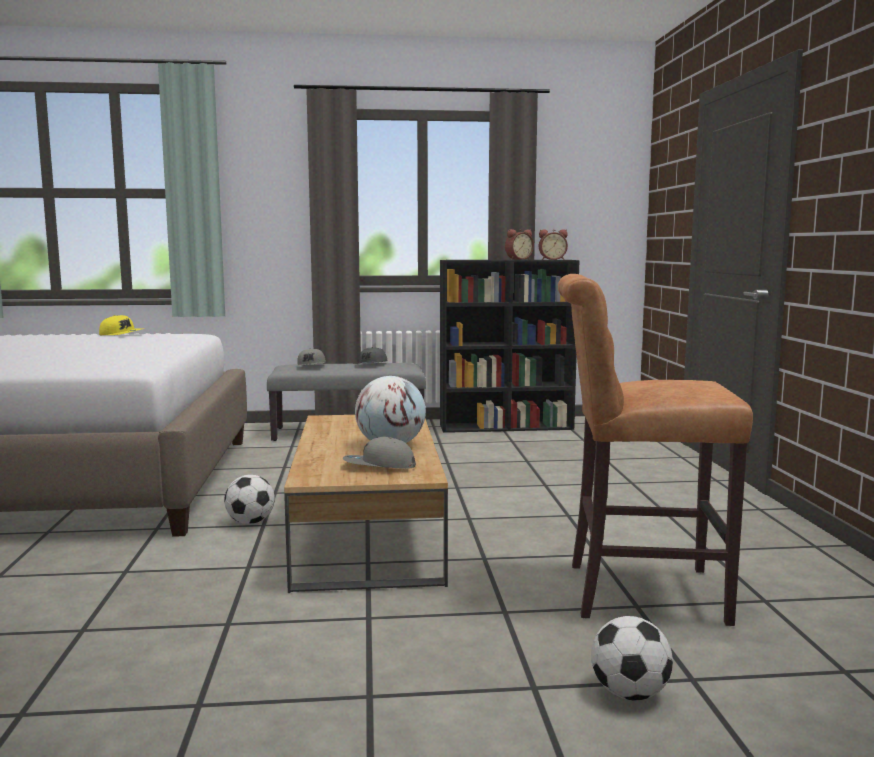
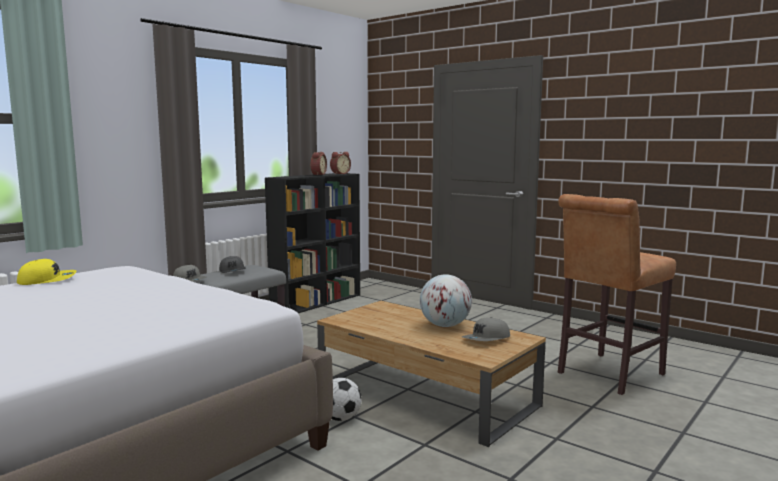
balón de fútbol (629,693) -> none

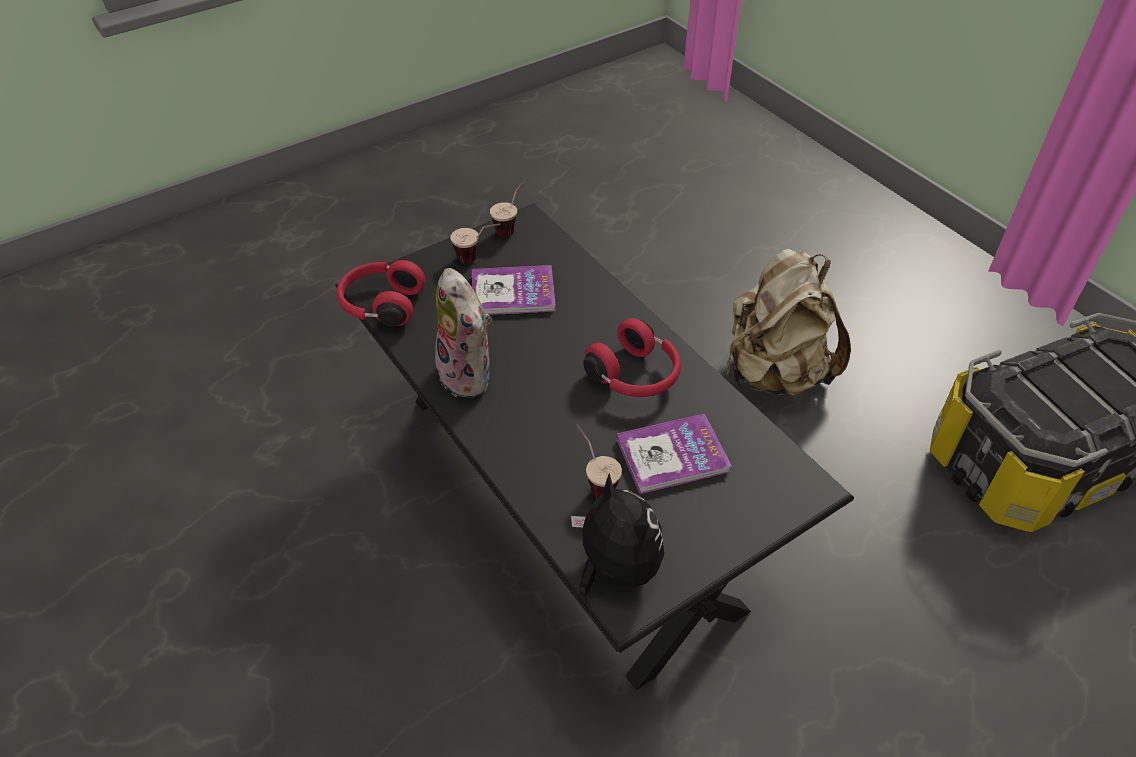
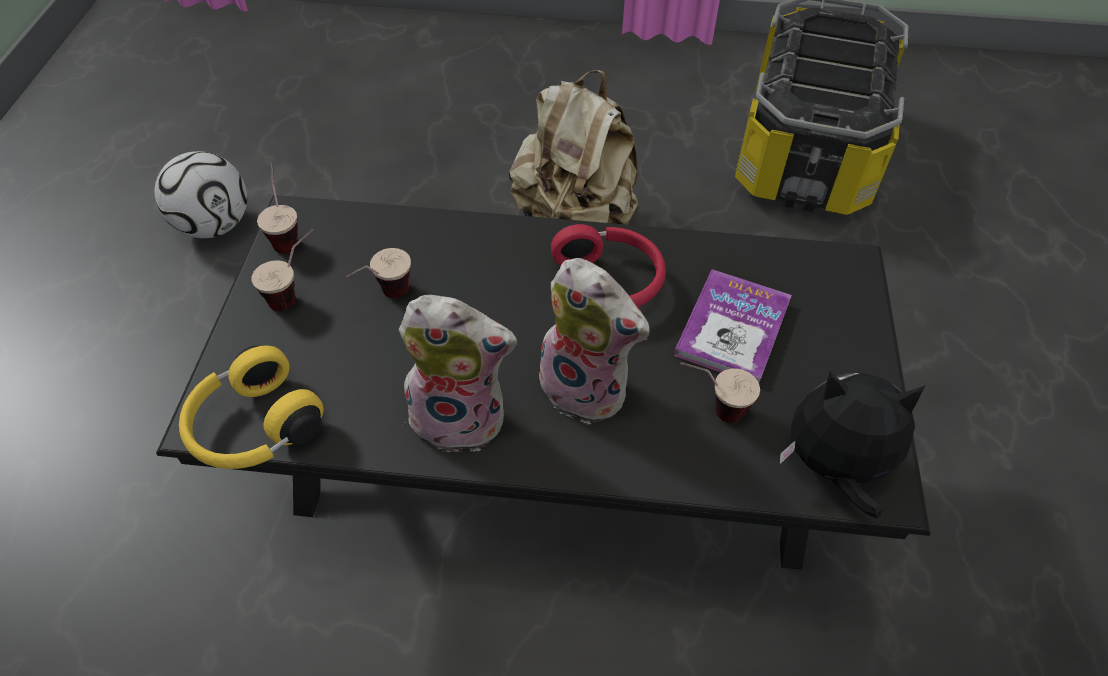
none -> balón de fútbol (214,225)
none -> peluche (588,388)
libro (513,292) -> taza (384,299)
auriculares (rojo) (381,305) -> auriculares (amarillo) (254,428)

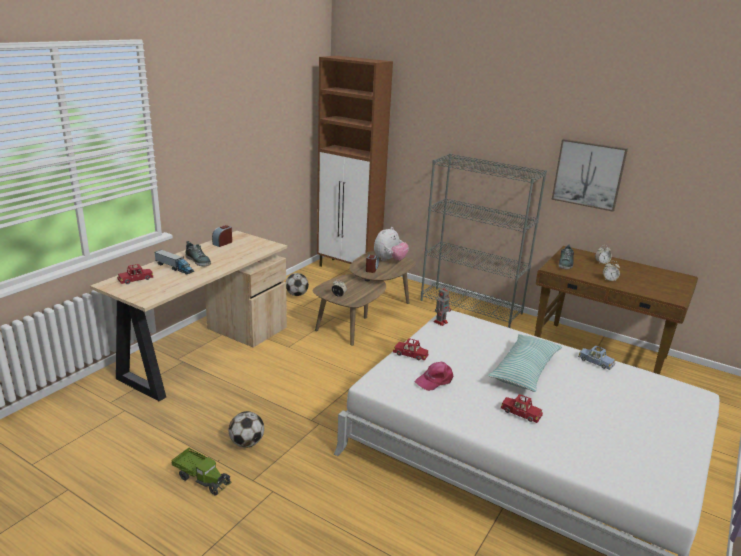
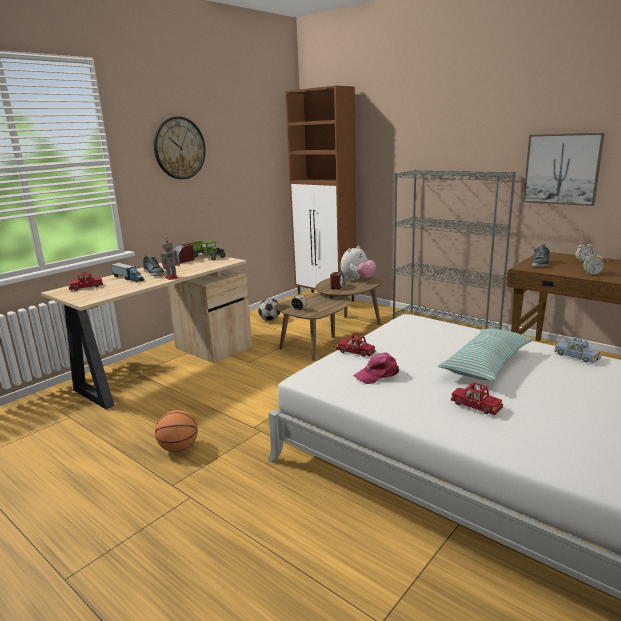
none -> reloj de pared (179,148)
camión de juguete (202,479) -> camión de juguete (207,256), shifted
robot de juguete (441,322) -> robot de juguete (172,277), shifted
balón de fútbol (247,443) -> balón de baloncesto (179,448)

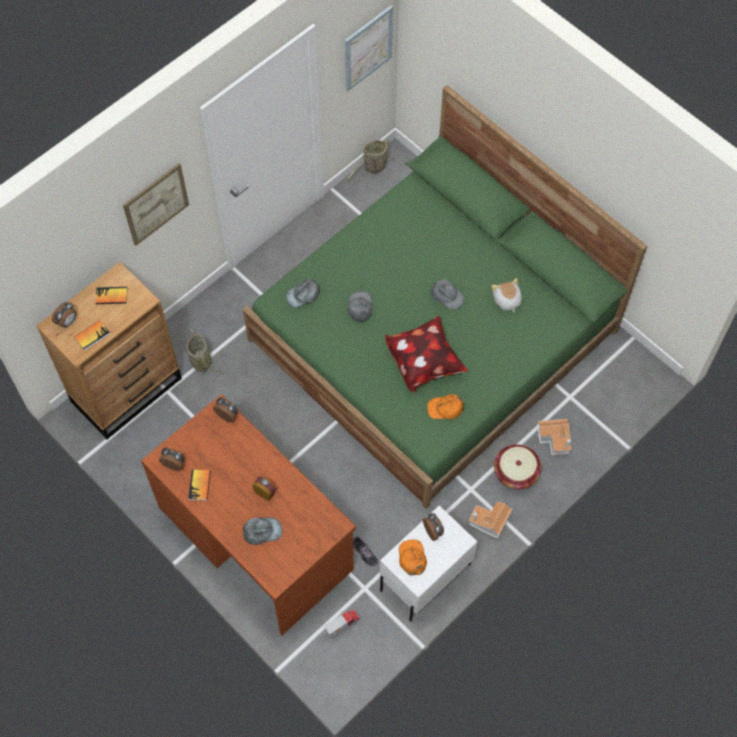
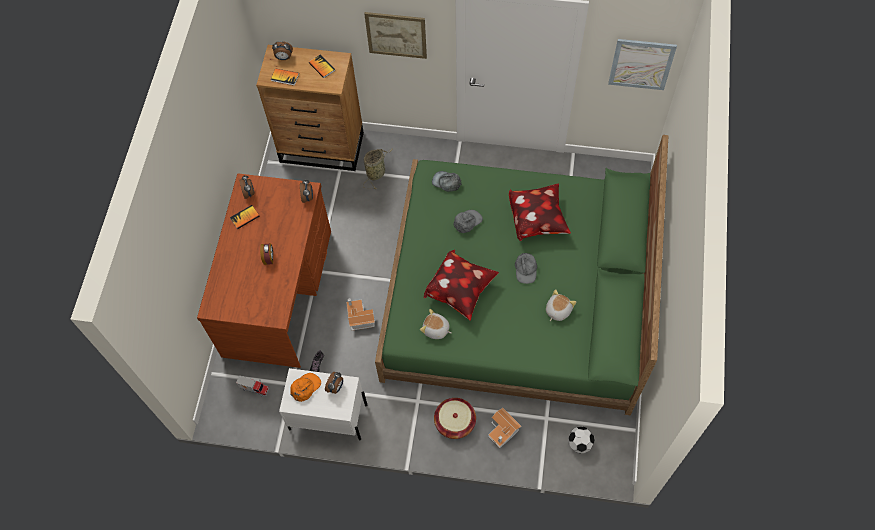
gorra (gris) (262,531) -> none
cesta (374,168) -> none
none -> cojín (537,219)
none -> balón de fútbol (579,443)
casita (489,522) -> casita (359,318), shifted
gorra (naranja) (445,408) -> peluche (436,329)

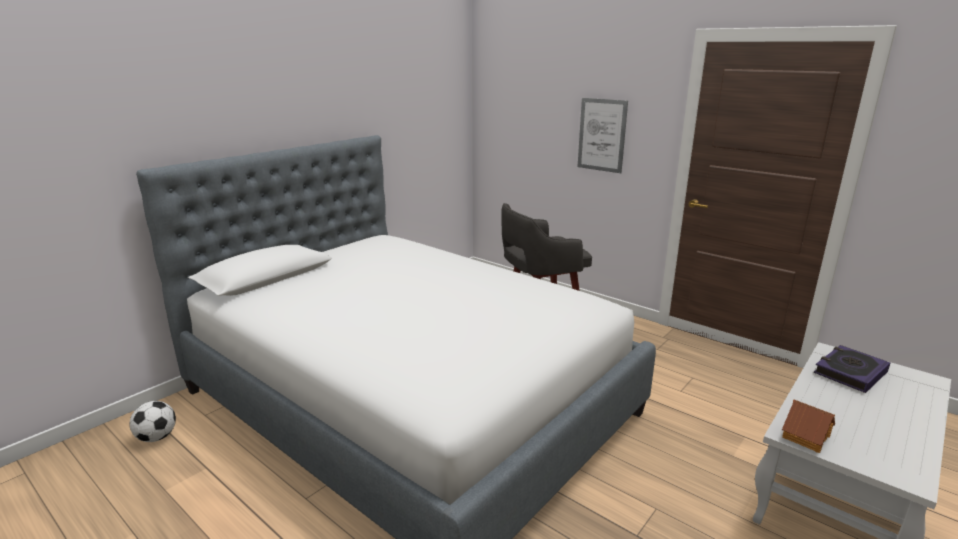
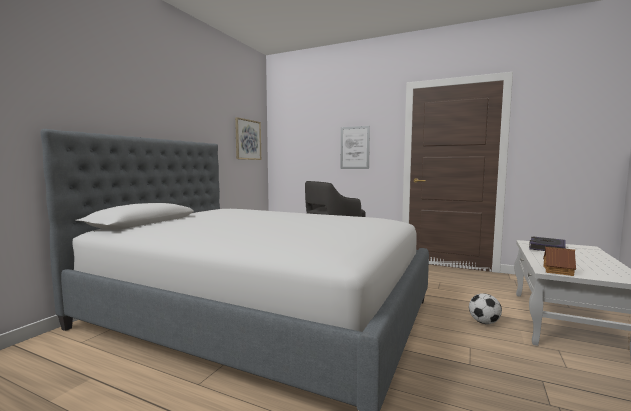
none -> cuadro (248,139)
balón de fútbol (157,437) -> balón de fútbol (484,322), shifted

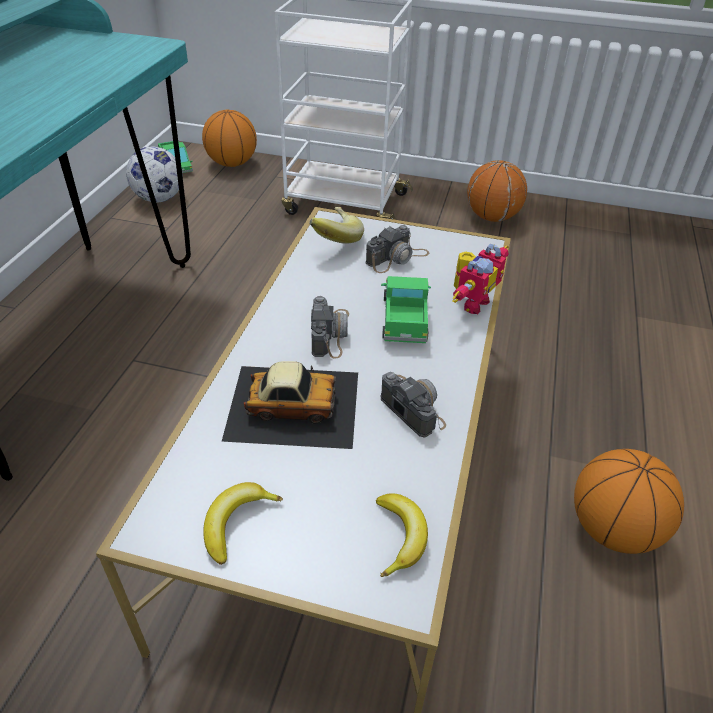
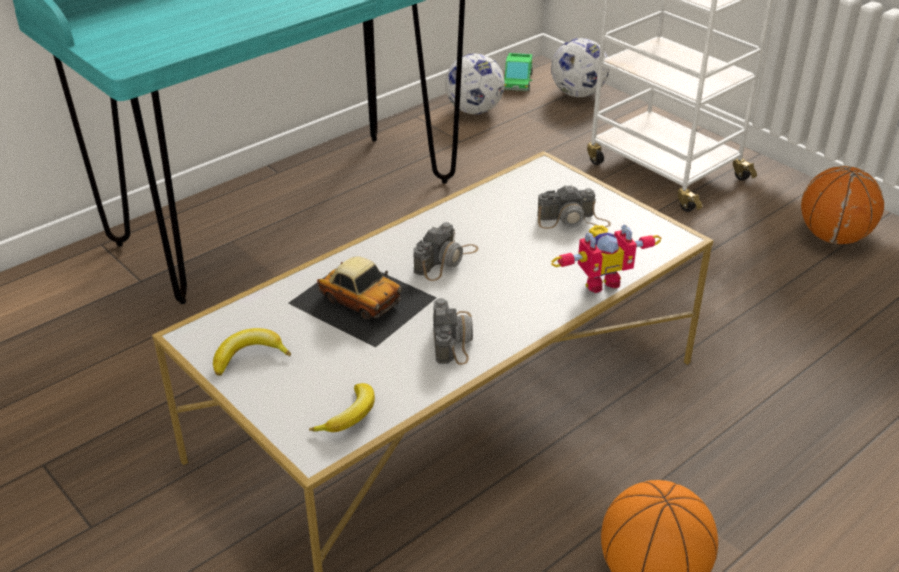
plátano (333,239) -> none
camión de juguete (404,318) -> none
balón de baloncesto (232,163) -> balón de fútbol (577,94)

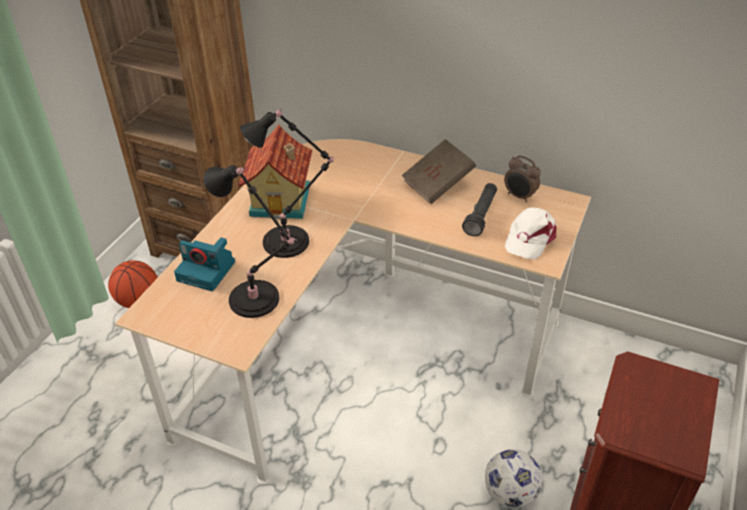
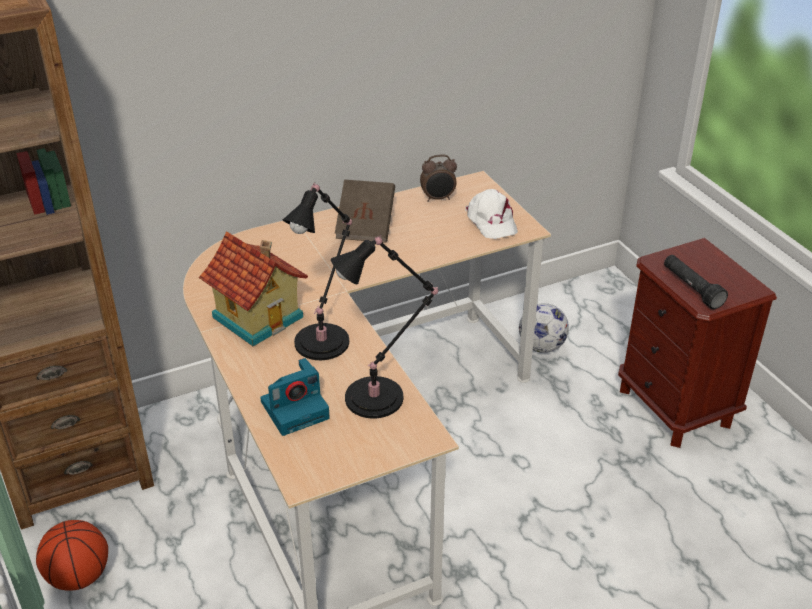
linterna (negro) (481,215) -> linterna (negro) (691,288), shifted
balón de fútbol (510,493) -> balón de fútbol (541,347), shifted

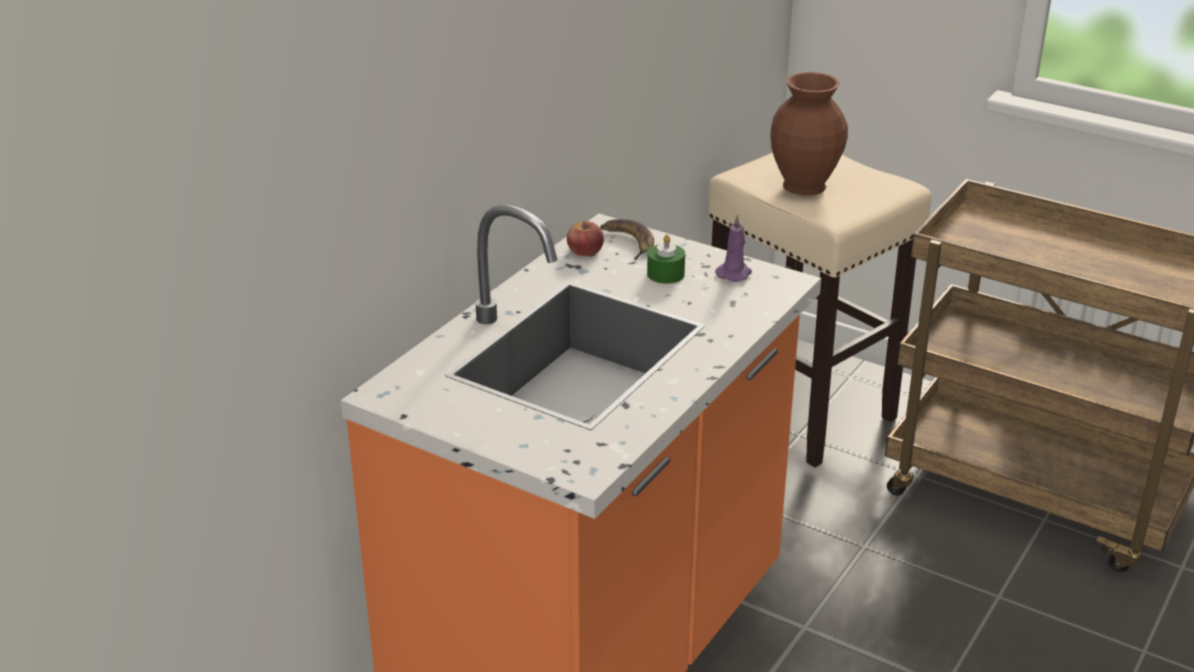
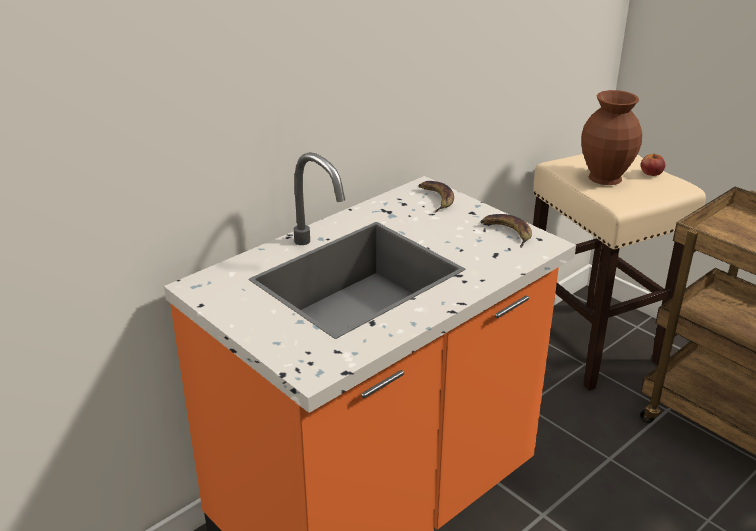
vela (verde) (665,274) -> none
manzana (585,250) -> manzana (651,172), shifted
vela (morado) (734,273) -> plátano (507,232)

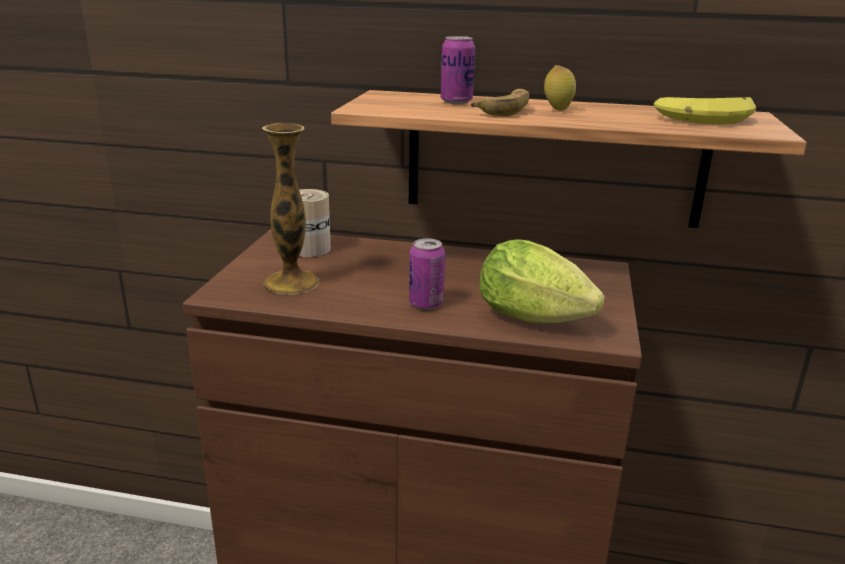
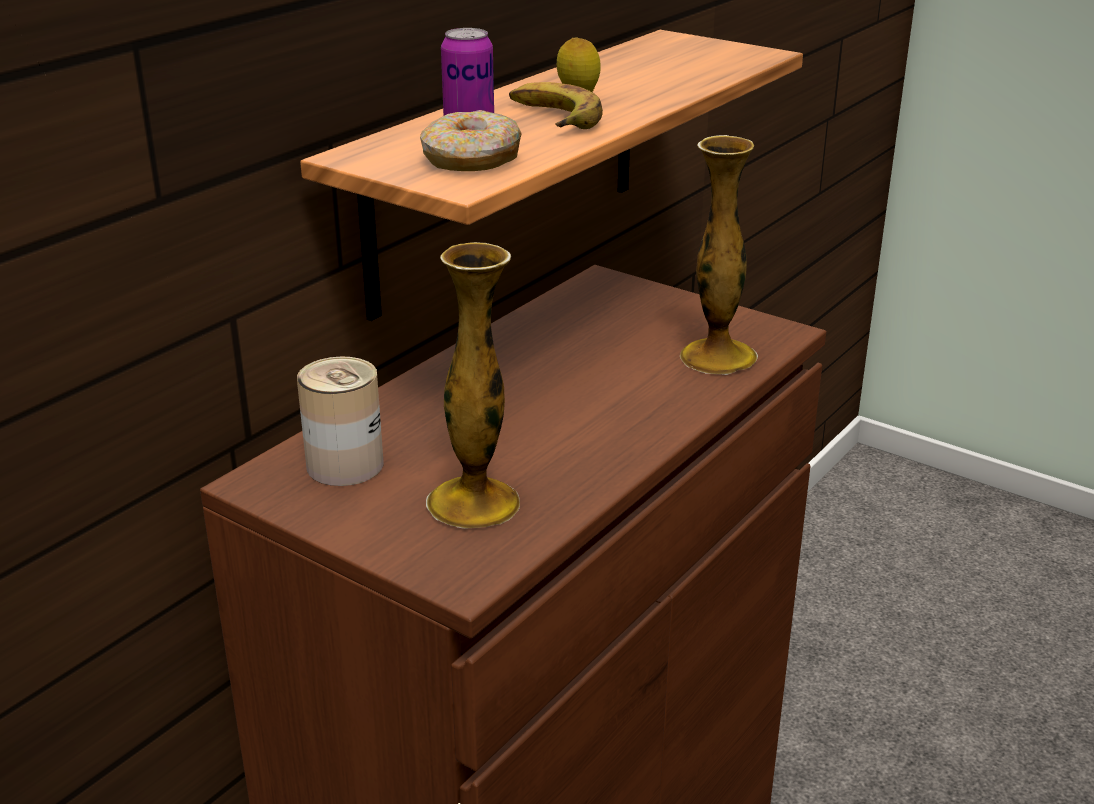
lata (426,304) -> none
plátano (701,118) -> none
none -> rosquilla (471,160)
lechuga (539,320) -> florero (718,357)

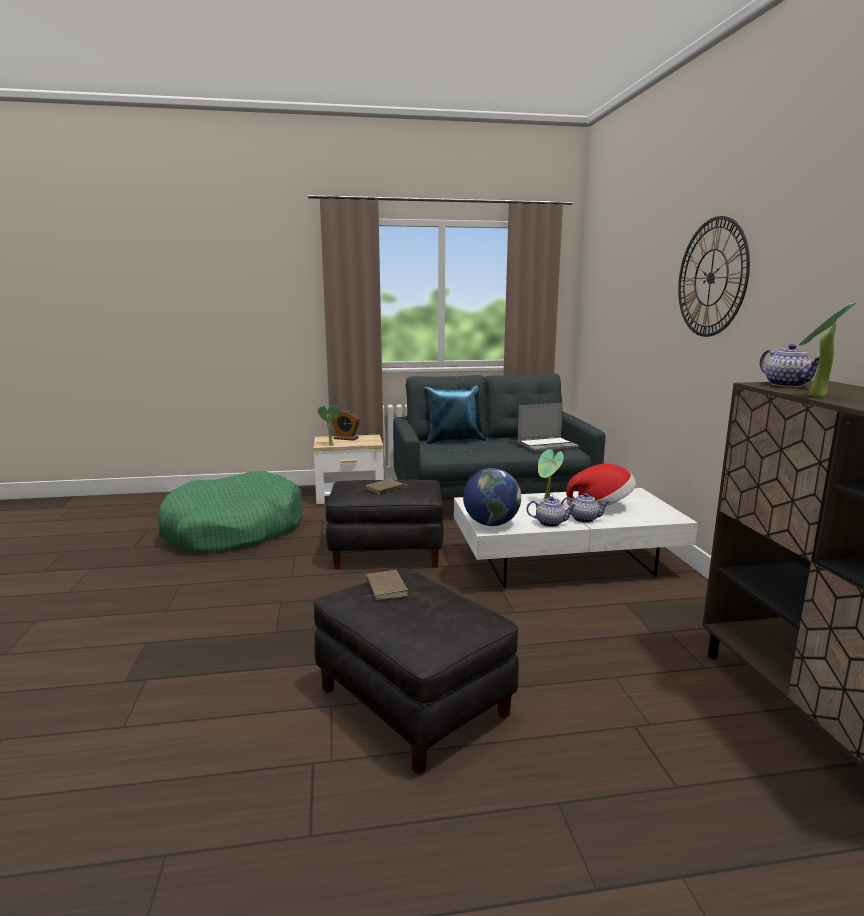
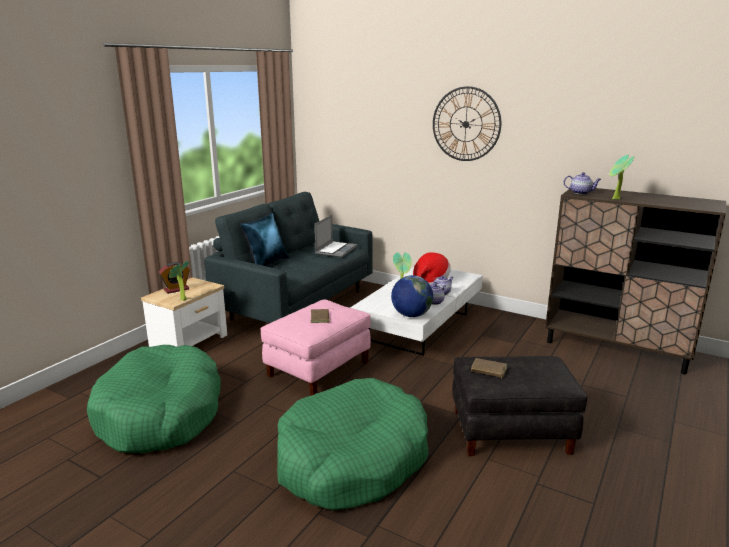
none -> cama para perro (verde) (352,459)
puf (negro) (387,552) -> puf (rosa) (318,368)

